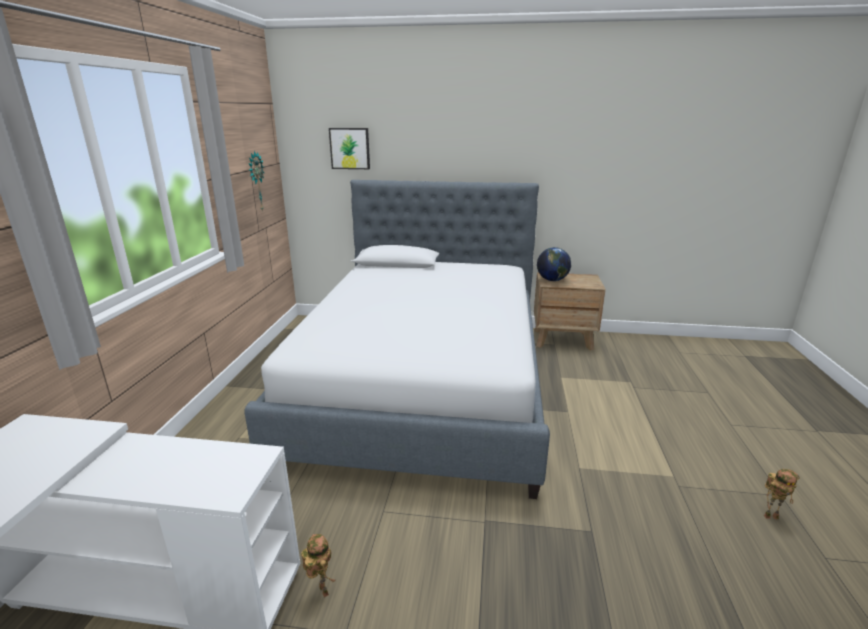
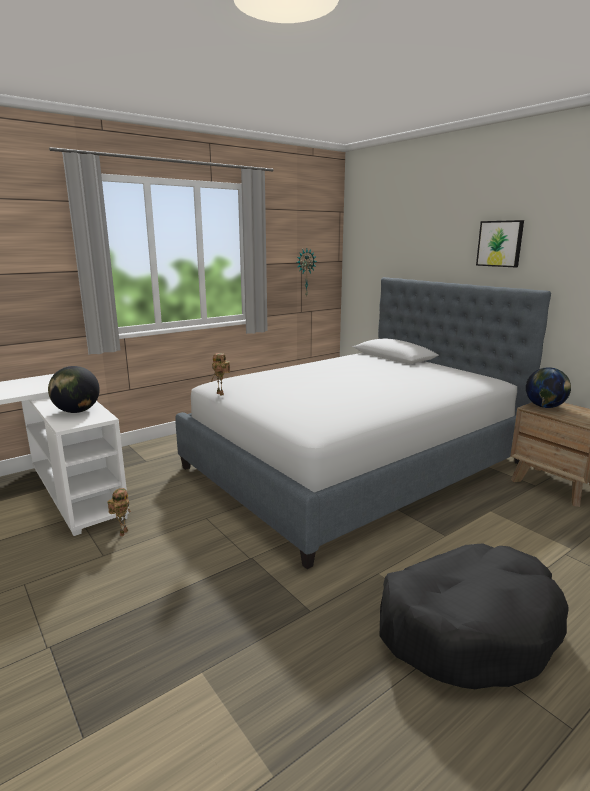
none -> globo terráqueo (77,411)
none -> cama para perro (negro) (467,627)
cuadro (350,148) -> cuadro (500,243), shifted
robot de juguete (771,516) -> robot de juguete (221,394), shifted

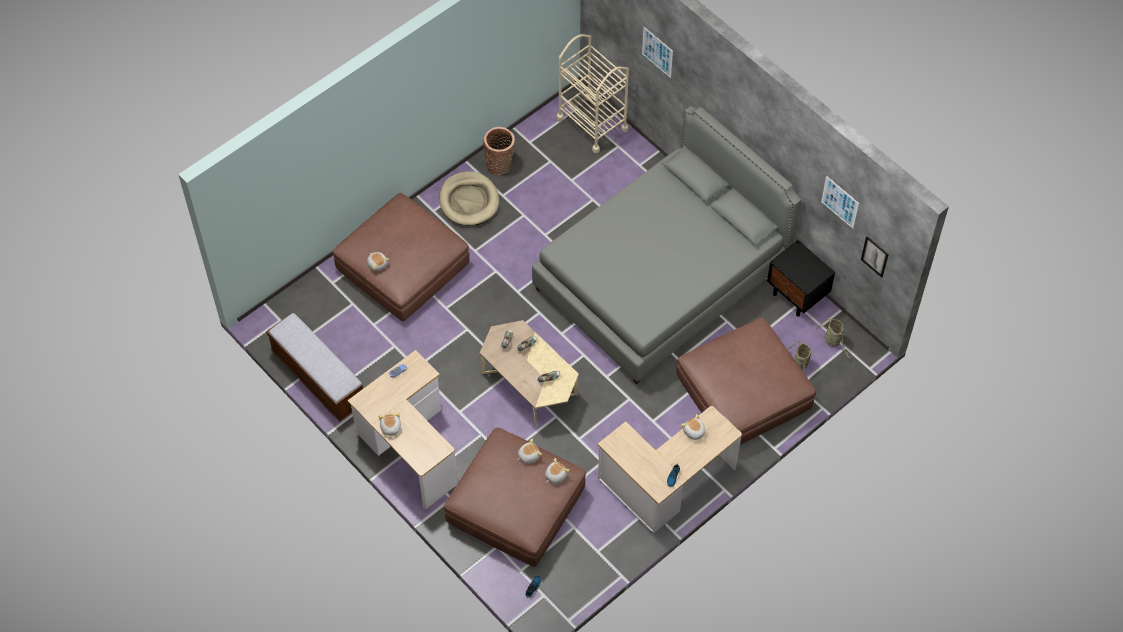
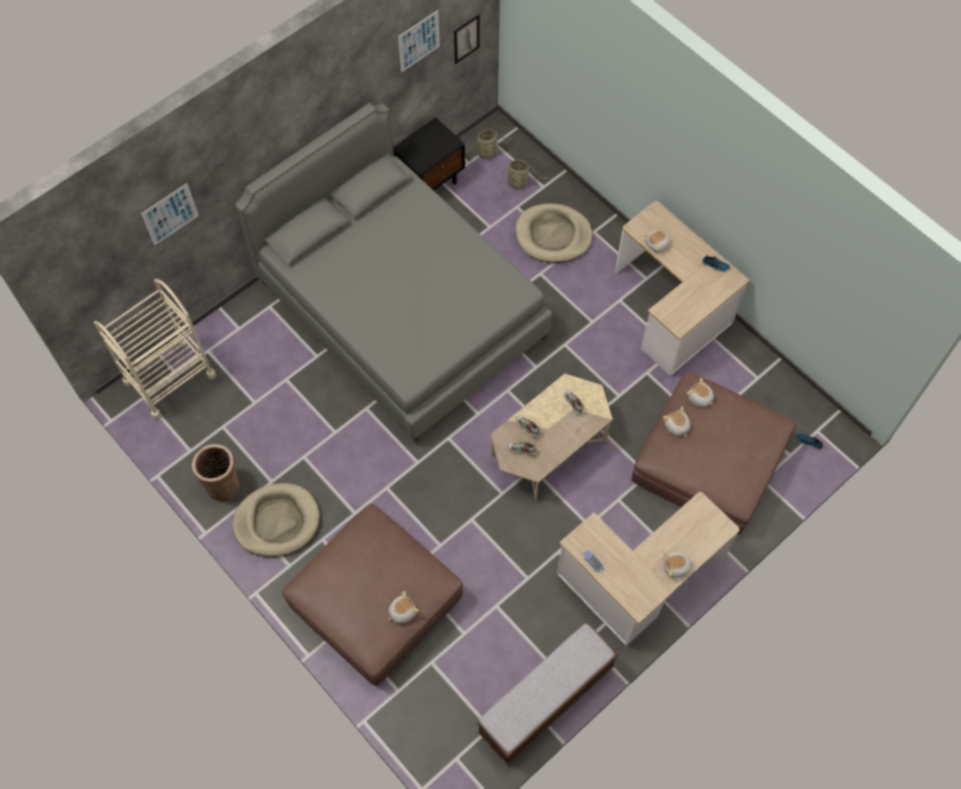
puf (marrón) (743,392) -> cama para perro (beis) (553,235)

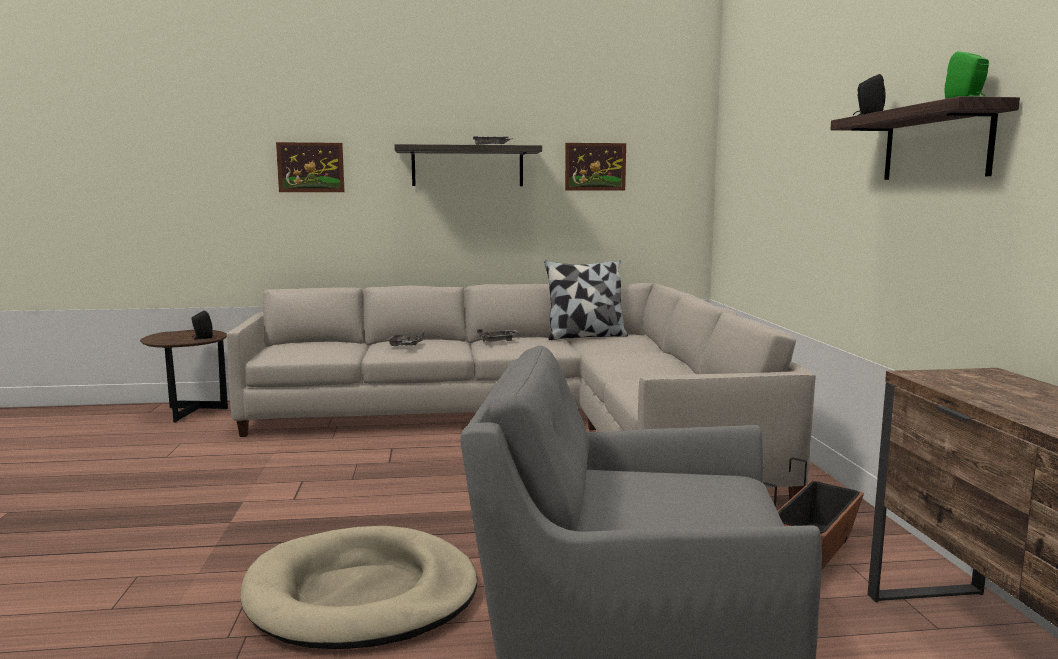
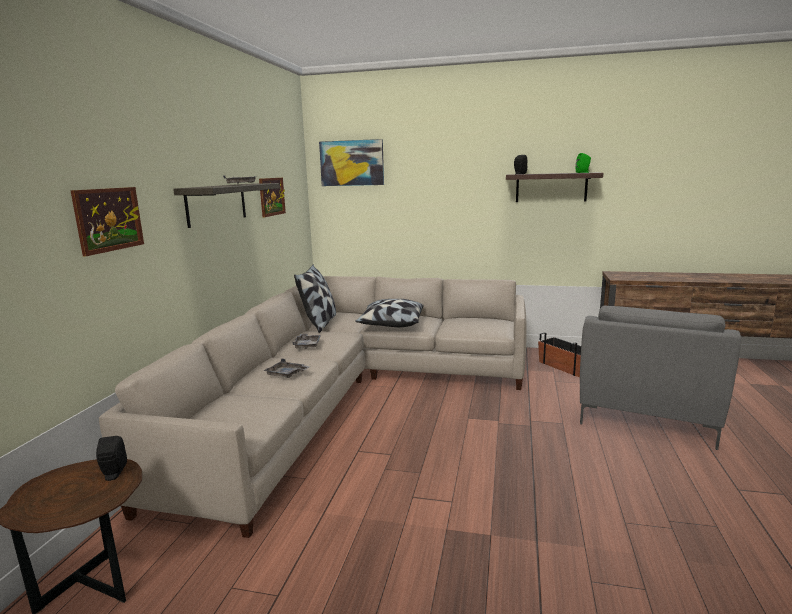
cama para perro (beis) (361,595) -> none
none -> cuadro (352,163)
none -> cojín (391,324)

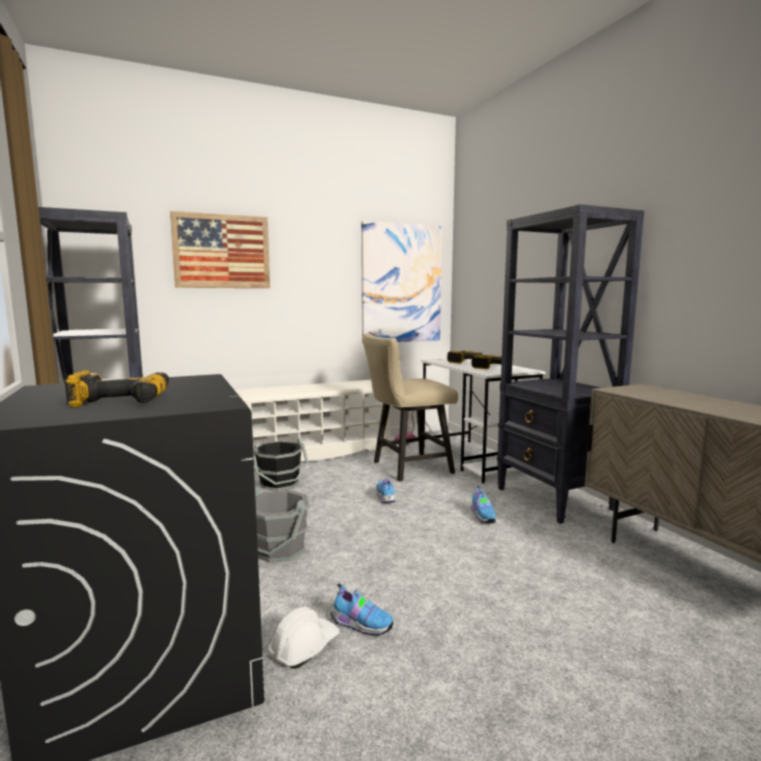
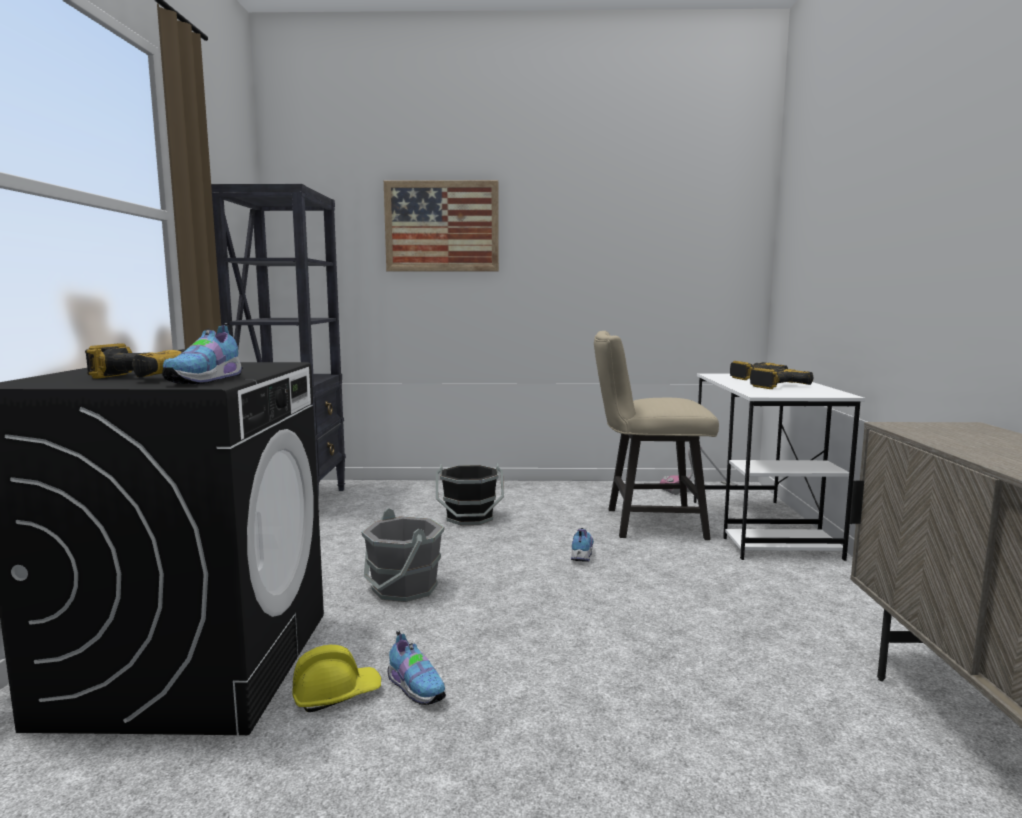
zapatero (blanco) (316,454) -> none
cuadro (401,283) -> none
estantería (negro) (554,499) -> none
zapato (483,516) -> zapato (207,381), shifted
casco (blanco) (304,647) -> casco (amarillo) (336,694)

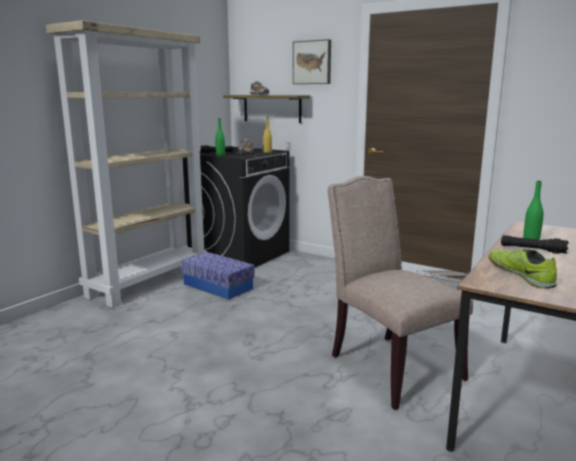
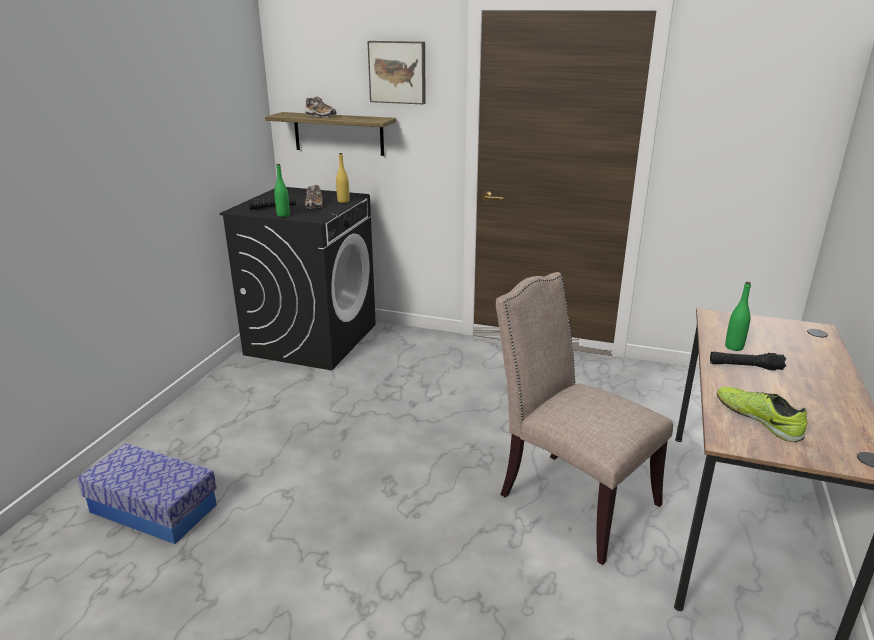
estantería (beis) (149,281) -> none
caja de almacenaje (217,286) -> caja de almacenaje (153,509), shifted

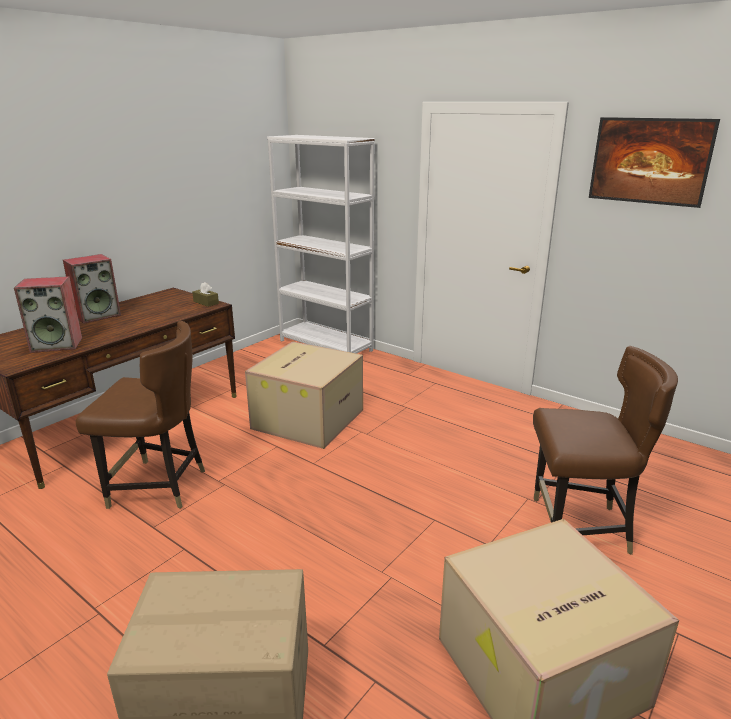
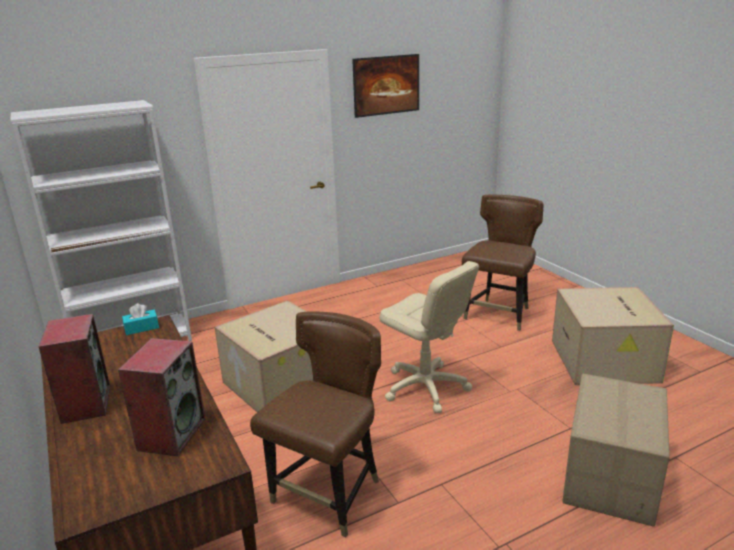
none -> silla de oficina (beis) (425,387)
caja de pañuelos (marrón) (206,302) -> caja de pañuelos (turquesa) (141,328)

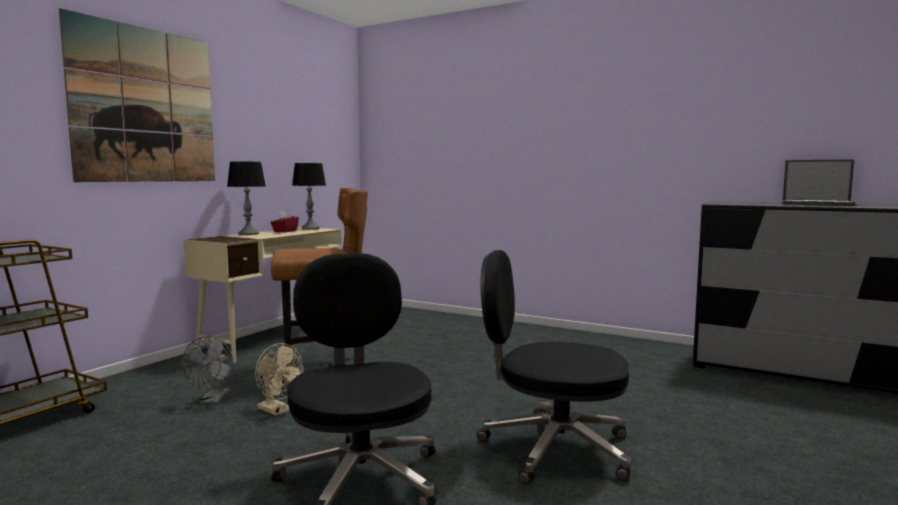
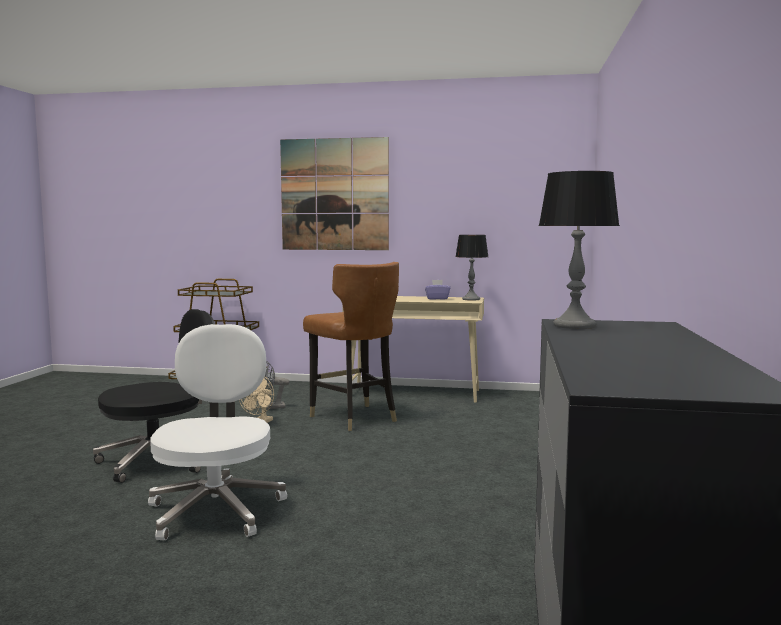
portátil (817,204) -> none
lámpara de mesa (248,234) -> lámpara de mesa (574,326), shifted
caja de pañuelos (rojo) (285,231) -> caja de pañuelos (morado) (437,298)
silla de oficina (negro) (553,449) -> silla de oficina (blanco) (216,509)

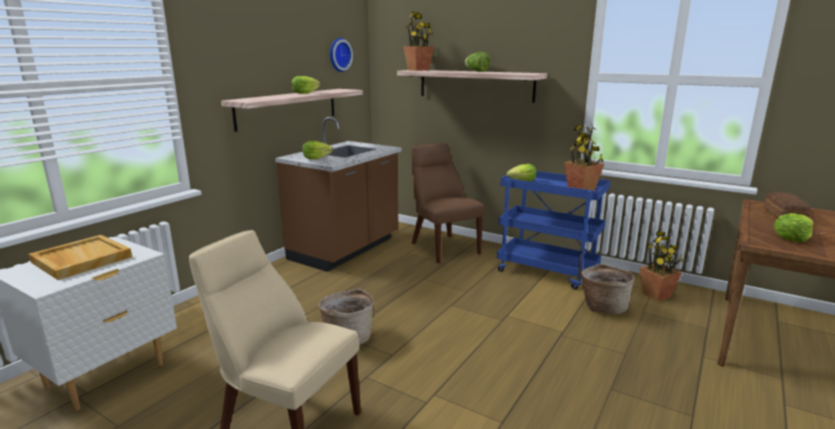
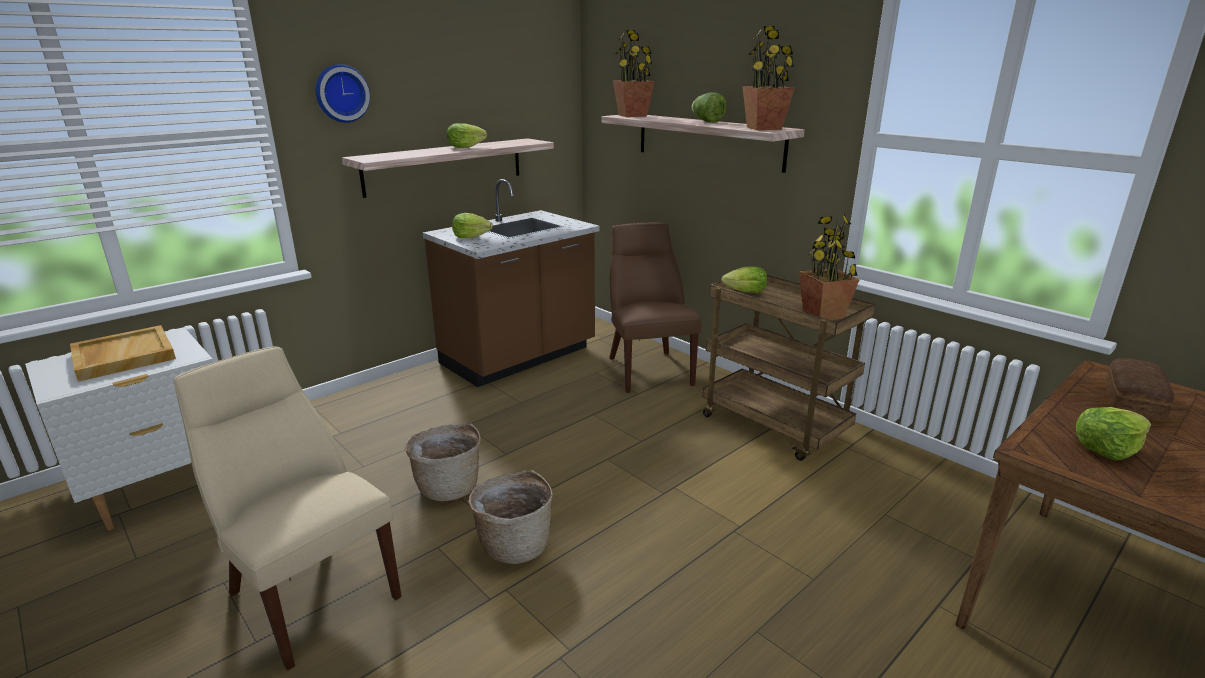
reloj de pared (338,55) -> reloj de pared (341,93), shifted
cesta (603,307) -> cesta (514,543), shifted
planta en maceta (656,295) -> planta en maceta (764,128), shifted
carrito (azul) (547,272) -> carrito (marrón) (775,426)

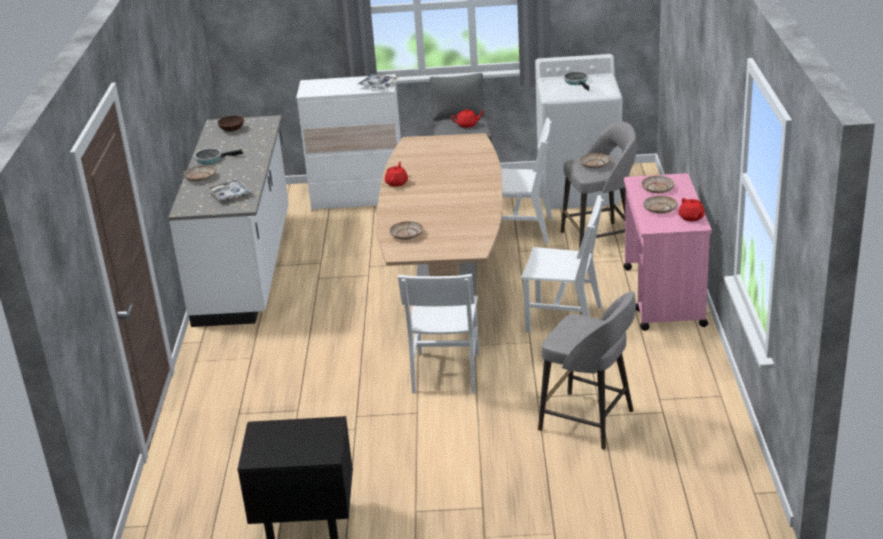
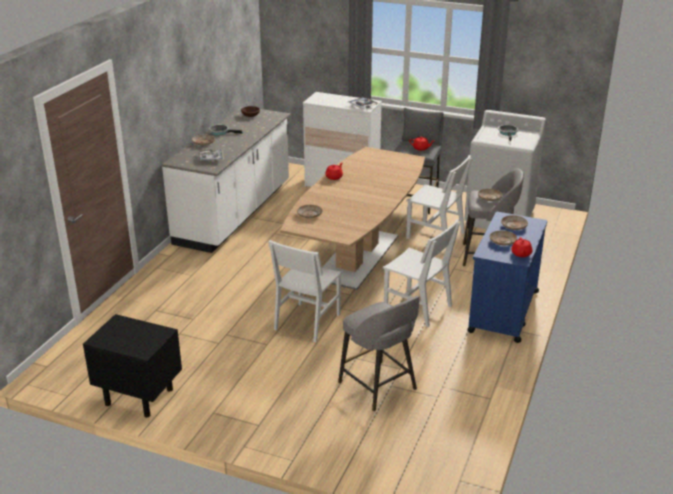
carrito (rosa) (663,297) -> carrito (azul) (503,312)

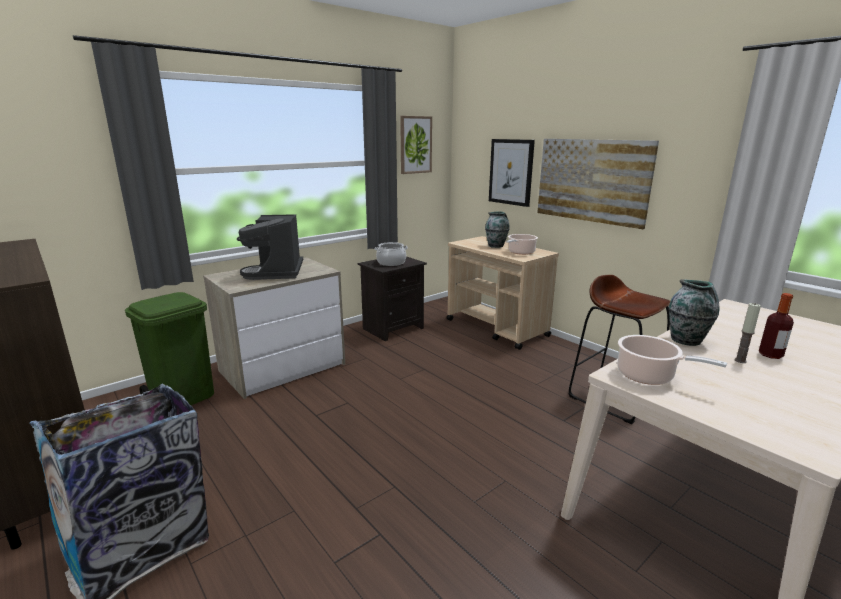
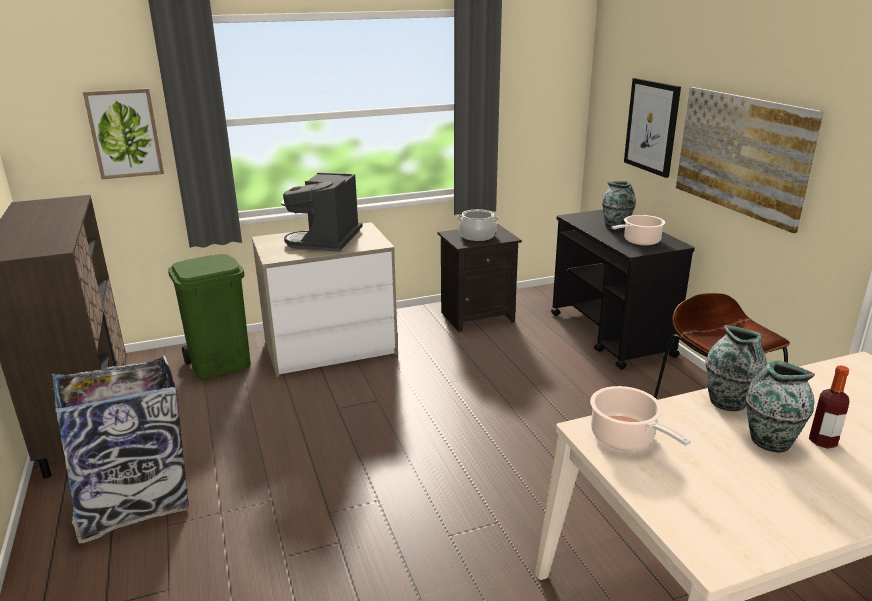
cuadro (415,145) -> cuadro (125,133), shifted
vela (740,360) -> florero (769,441)
carrito (beis) (497,328) -> carrito (negro) (611,335)

